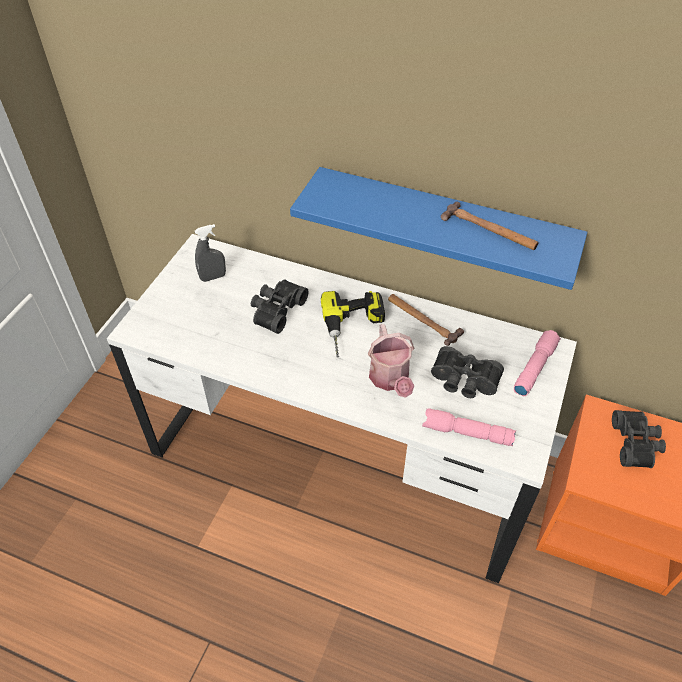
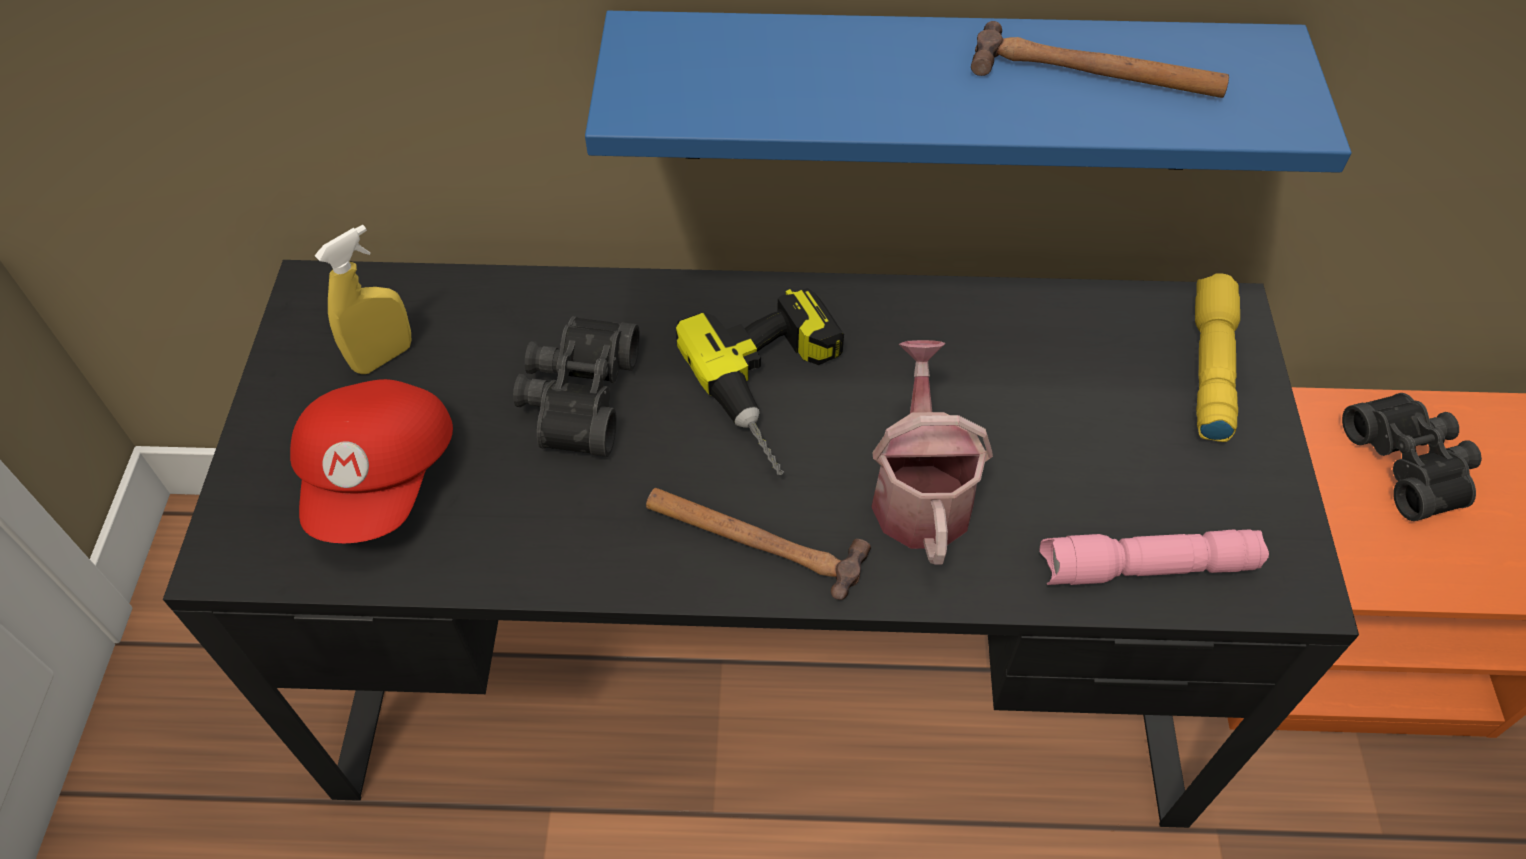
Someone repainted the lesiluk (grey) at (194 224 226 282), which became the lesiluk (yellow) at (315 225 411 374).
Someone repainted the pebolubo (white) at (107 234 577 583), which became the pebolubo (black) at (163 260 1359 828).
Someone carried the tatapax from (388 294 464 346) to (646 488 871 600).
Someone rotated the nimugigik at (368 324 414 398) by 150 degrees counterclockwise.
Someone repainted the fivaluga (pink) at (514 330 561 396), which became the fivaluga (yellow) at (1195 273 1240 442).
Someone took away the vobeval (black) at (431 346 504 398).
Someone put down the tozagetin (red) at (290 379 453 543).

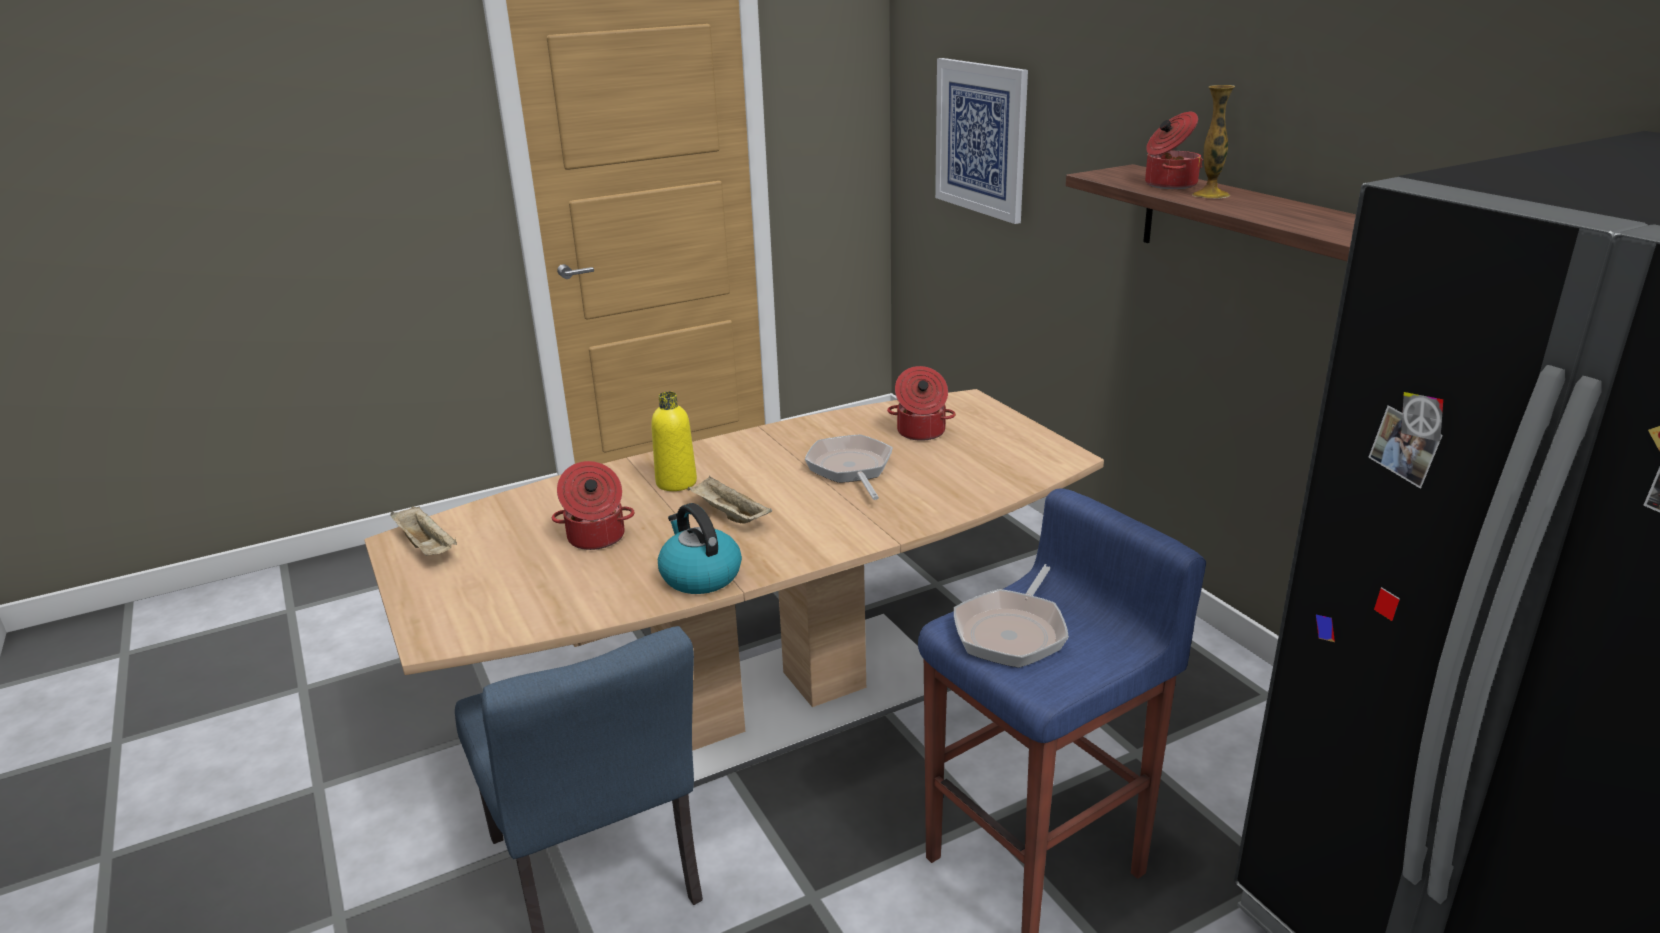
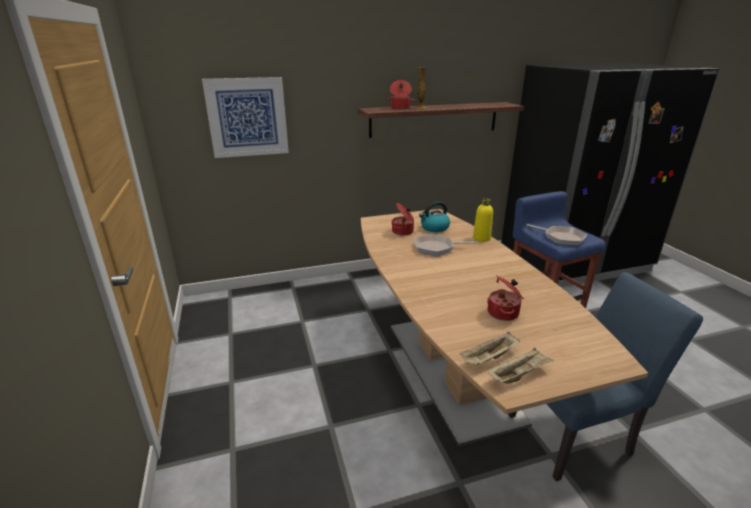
Someone carried the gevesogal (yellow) from (651 392 697 491) to (473 198 493 242).
Someone carried the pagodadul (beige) from (688 476 772 524) to (460 332 520 366).
Someone carried the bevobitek from (658 503 742 594) to (419 201 450 232).

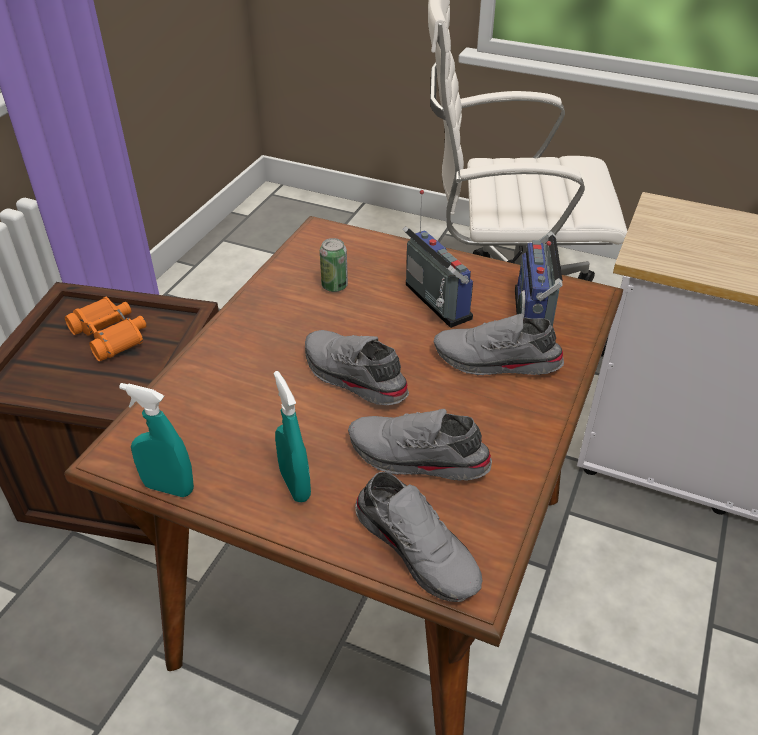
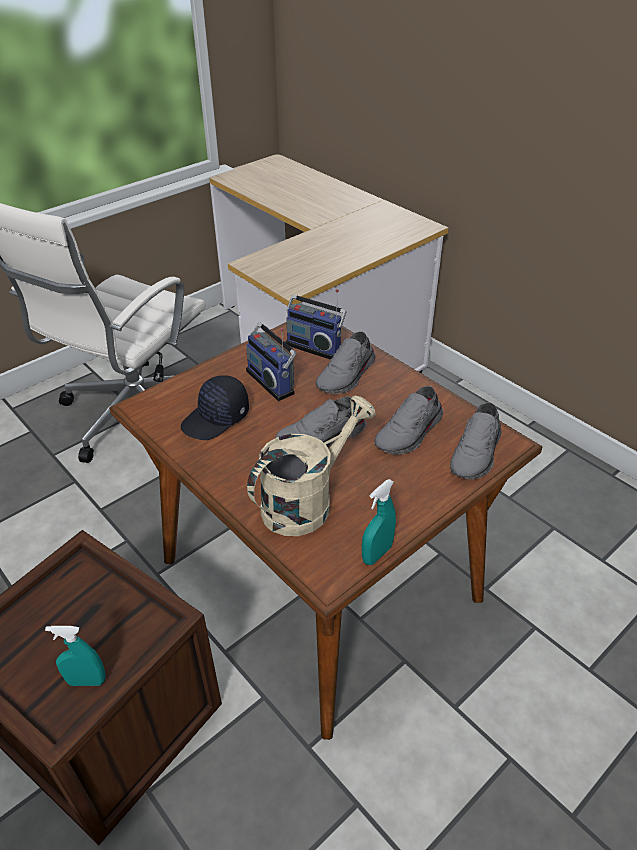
Someone rotated the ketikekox at (403 190 473 328) by 120 degrees counterclockwise.
Someone swapped the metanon at (320 238 348 292) for the tozagetin (black) at (181 375 249 440).
Someone took away the vobeval (orange) at (65 297 147 361).
Someone carried the lesiluk (turquoise) from (274 371 311 502) to (45 626 106 686).
Someone rotated the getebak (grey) at (355 472 483 602) by 135 degrees clockwise.
Someone put down the nimugigik (beige) at (247 396 376 536).

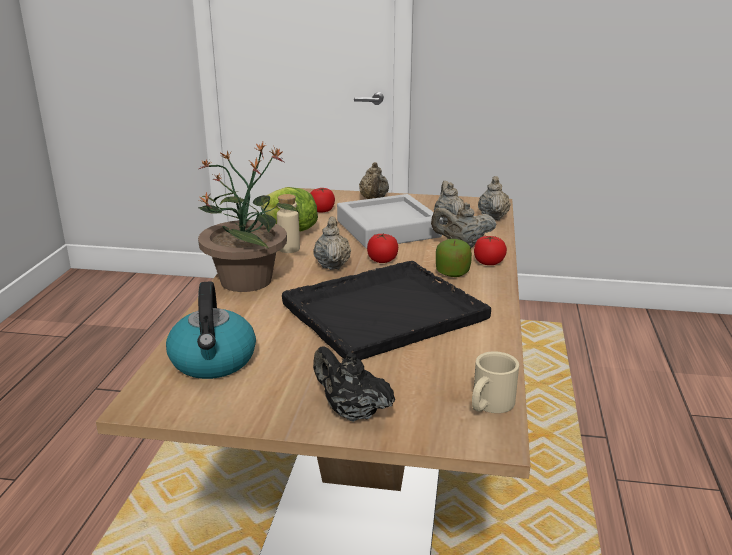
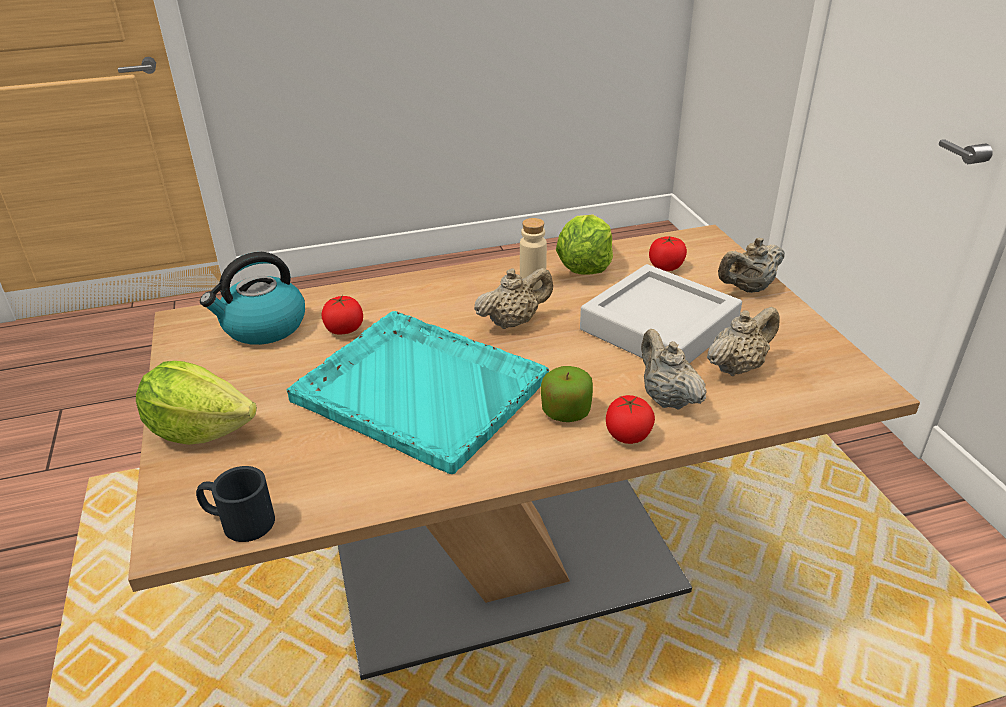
Someone took away the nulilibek at (198 142 299 292).
Someone took away the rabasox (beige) at (478 176 511 220).
Someone carried the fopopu from (367 233 398 263) to (322 295 363 335).
Someone repainted the pagodadul (black) at (282 261 491 361), which became the pagodadul (turquoise) at (287 311 549 474).
Someone swapped the rabasox (black) at (313 347 395 422) for the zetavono at (136 361 257 445).
Someone repainted the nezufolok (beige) at (472 351 519 413), which became the nezufolok (black) at (196 466 275 542).

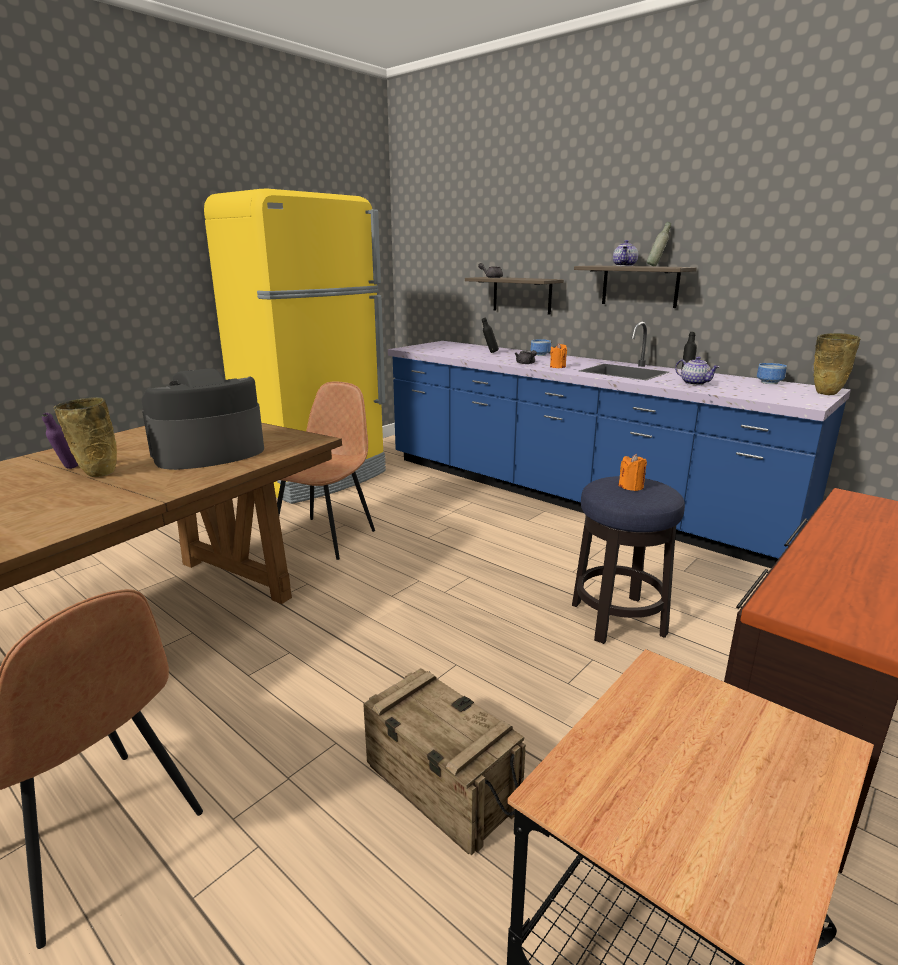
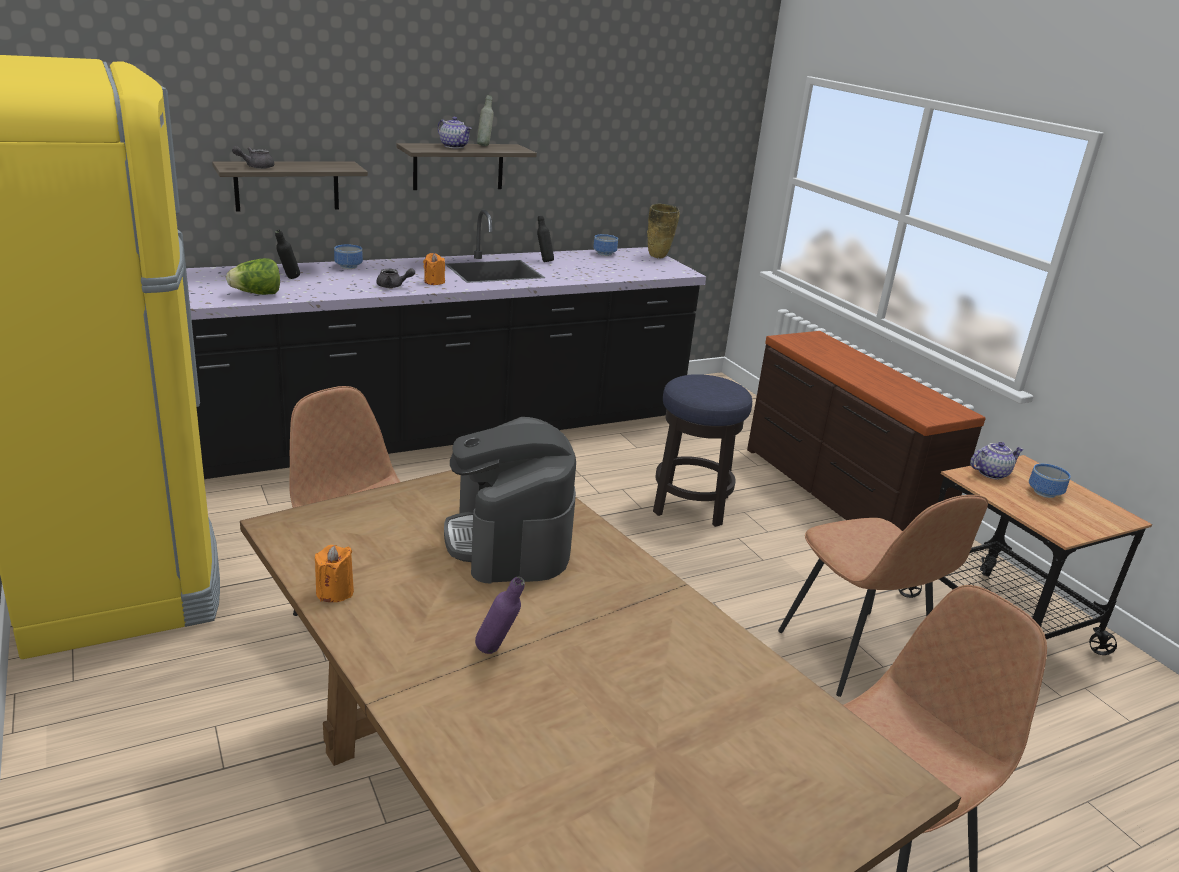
Someone repainted the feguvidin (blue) at (388 322 851 568), which became the feguvidin (black) at (186 210 706 479).
Someone carried the rabasox from (675 357 719 385) to (970 442 1024 479).
Someone took away the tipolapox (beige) at (54 397 117 477).
Someone carried the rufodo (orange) from (618 454 647 491) to (315 545 354 602).
Someone swapped the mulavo at (363 668 526 855) for the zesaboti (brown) at (778 495 988 697).
Someone put down the zetavono at (226 258 280 295).
Someone put down the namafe at (1029 464 1071 498).

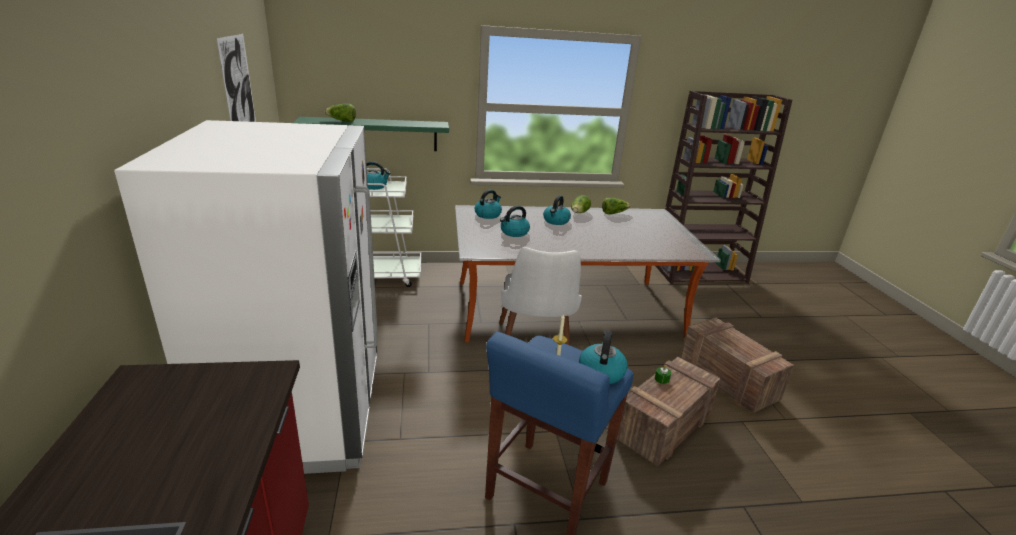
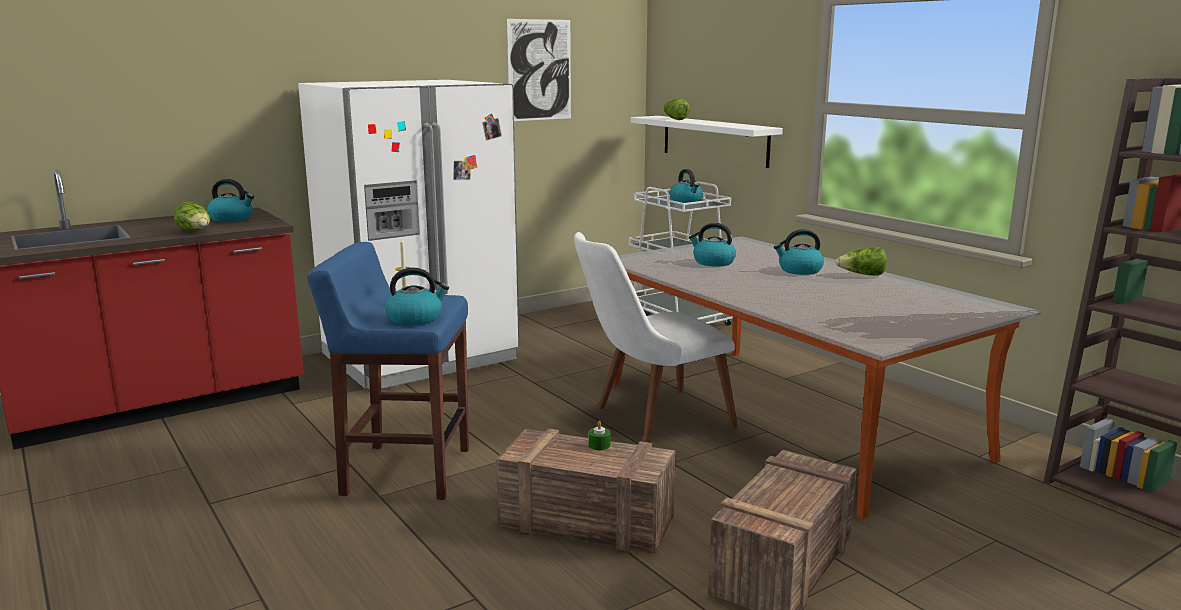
Someone repainted the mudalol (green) at (293 117 449 151), which became the mudalol (white) at (631 116 783 168).
Someone carried the bevobitek from (475 190 502 219) to (207 179 254 222).
Someone carried the zetavono from (602 198 631 214) to (174 202 210 231).

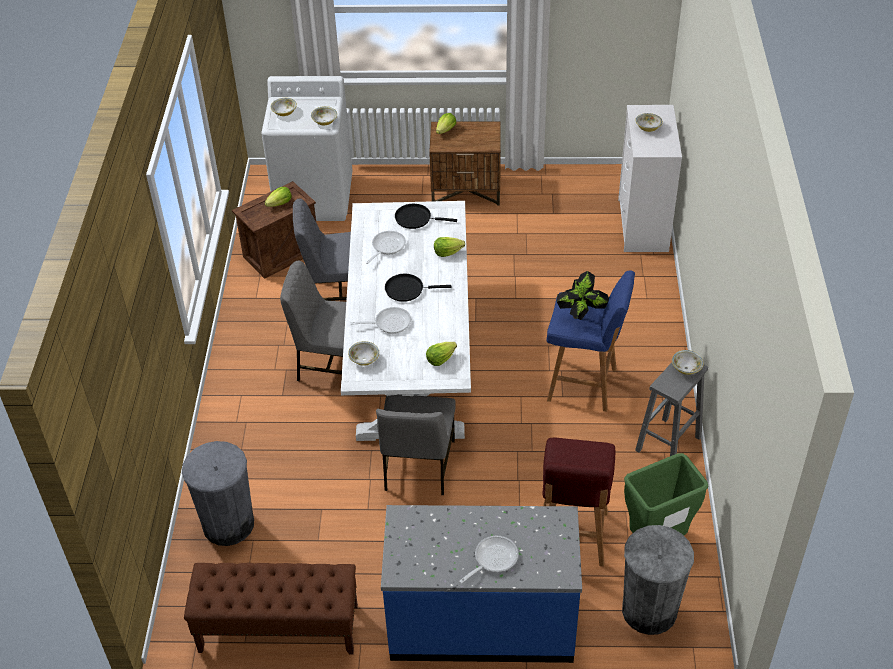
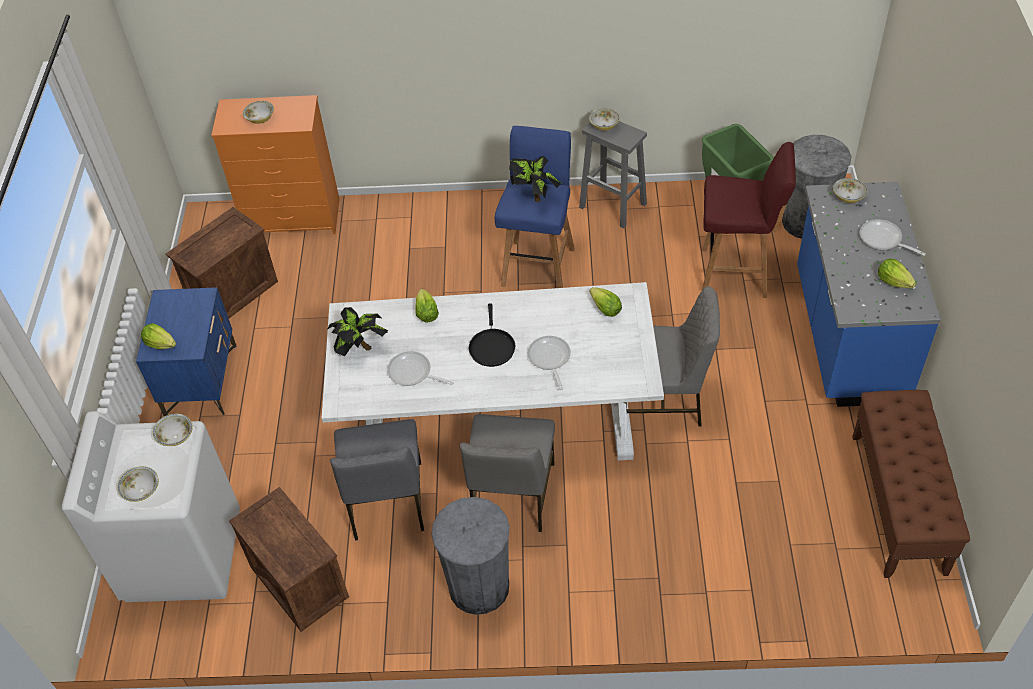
Someone repainted the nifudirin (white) at (618 105 682 252), which became the nifudirin (orange) at (211 95 339 234).
Someone repainted the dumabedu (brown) at (429 121 501 206), which became the dumabedu (blue) at (136 287 236 416).
Someone carried the zetavono from (265 187 292 207) to (878 259 916 288).
Someone swapped the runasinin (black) at (395 204 457 229) for the nulilibek at (327 307 388 356).
Someone carried the namafe from (348 341 379 366) to (833 178 868 203).
Someone carried the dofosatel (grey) from (182 441 254 546) to (431 497 510 615).
Someone put down the mulavo at (166 207 278 318).

